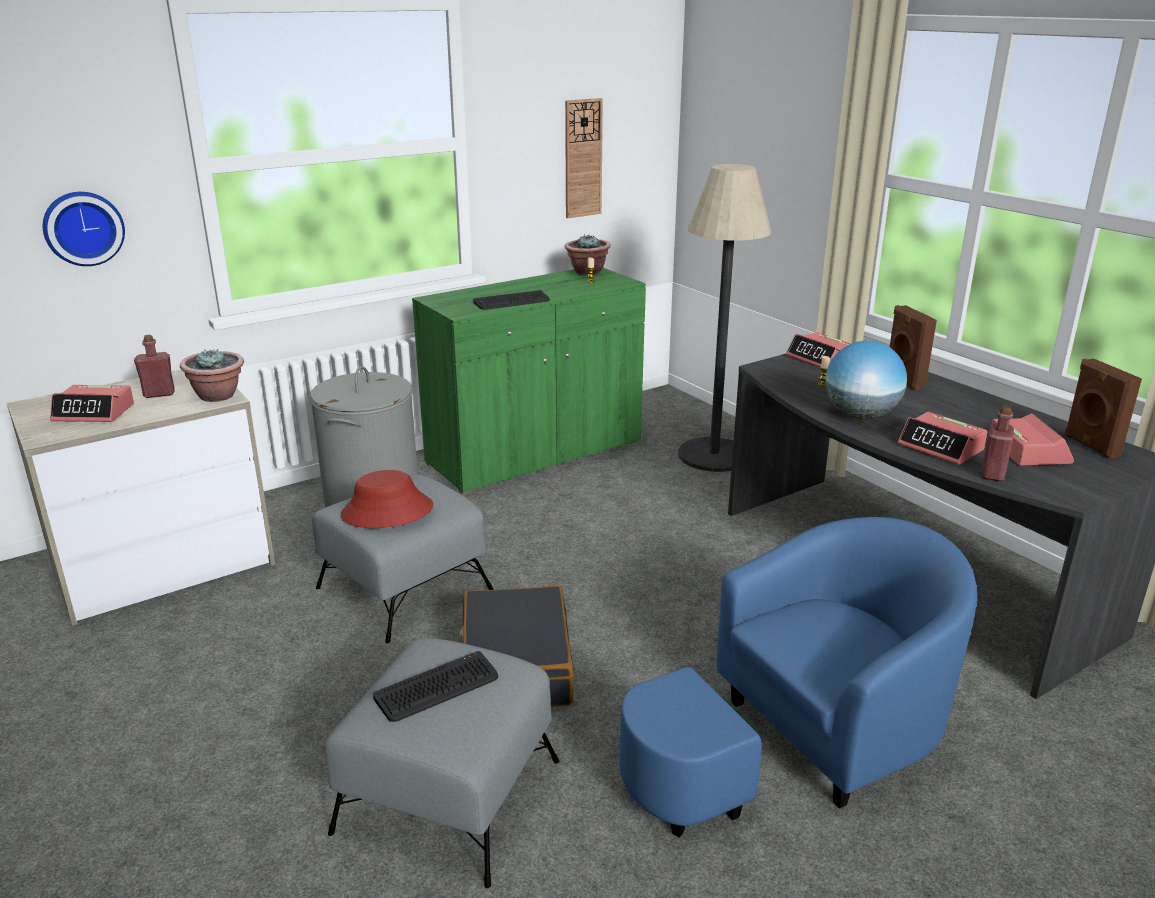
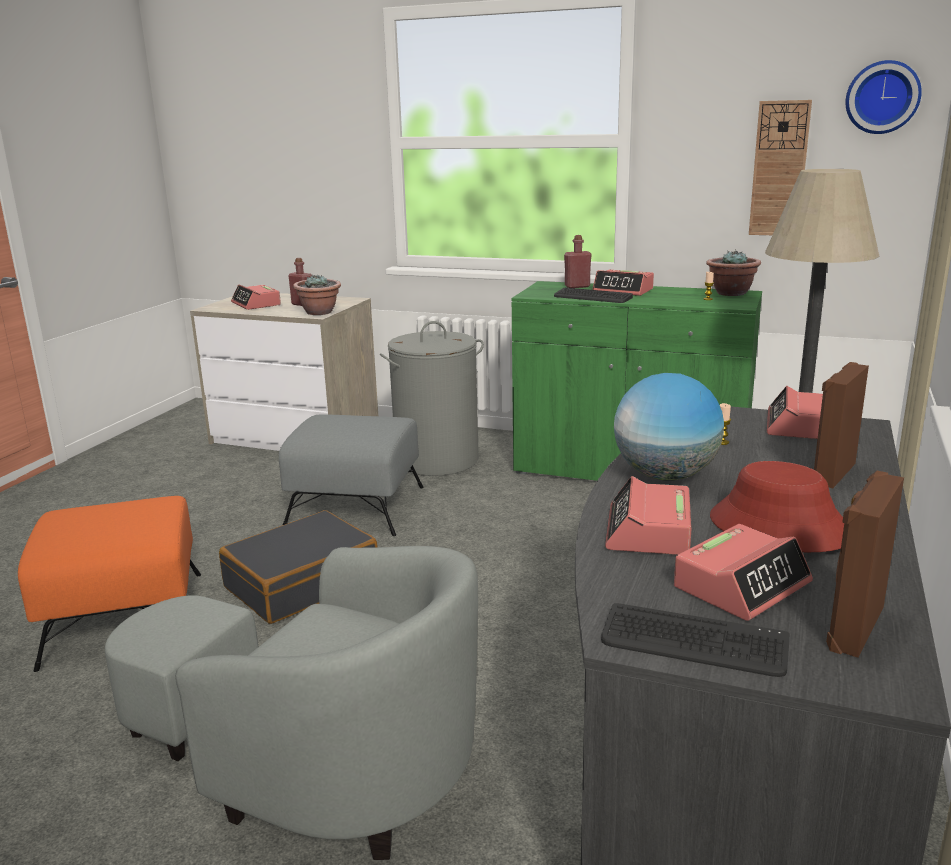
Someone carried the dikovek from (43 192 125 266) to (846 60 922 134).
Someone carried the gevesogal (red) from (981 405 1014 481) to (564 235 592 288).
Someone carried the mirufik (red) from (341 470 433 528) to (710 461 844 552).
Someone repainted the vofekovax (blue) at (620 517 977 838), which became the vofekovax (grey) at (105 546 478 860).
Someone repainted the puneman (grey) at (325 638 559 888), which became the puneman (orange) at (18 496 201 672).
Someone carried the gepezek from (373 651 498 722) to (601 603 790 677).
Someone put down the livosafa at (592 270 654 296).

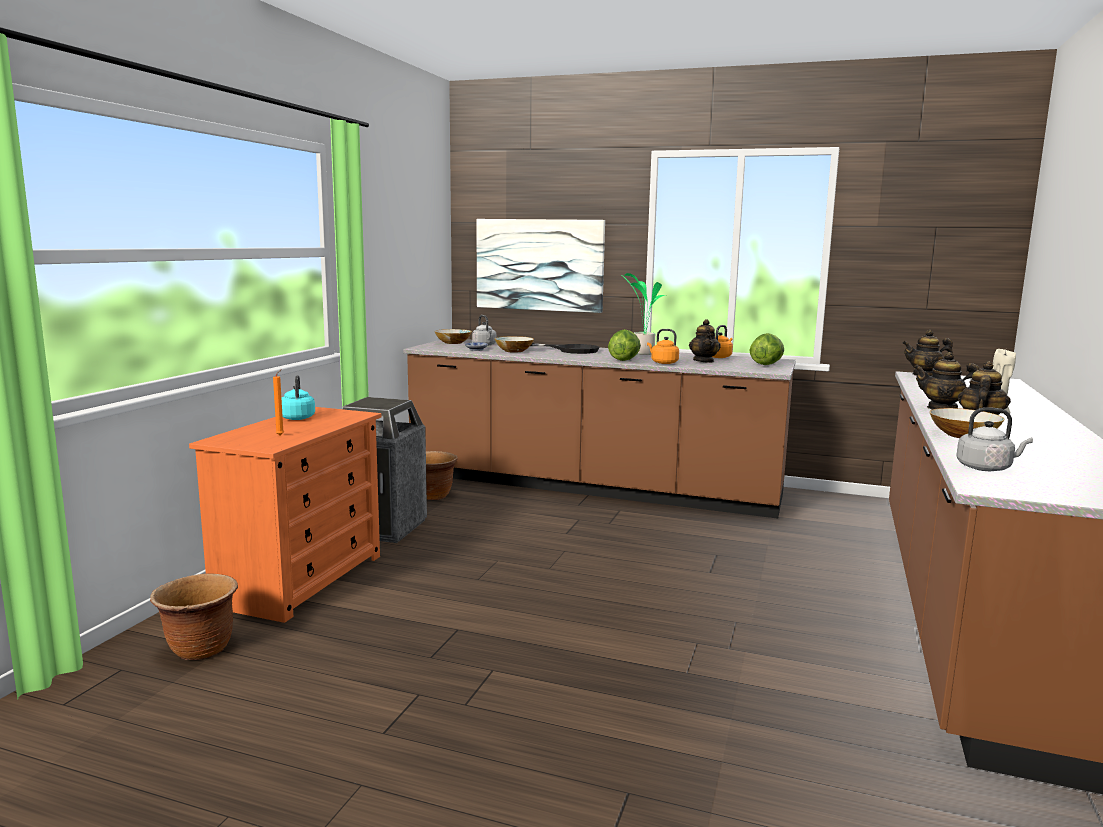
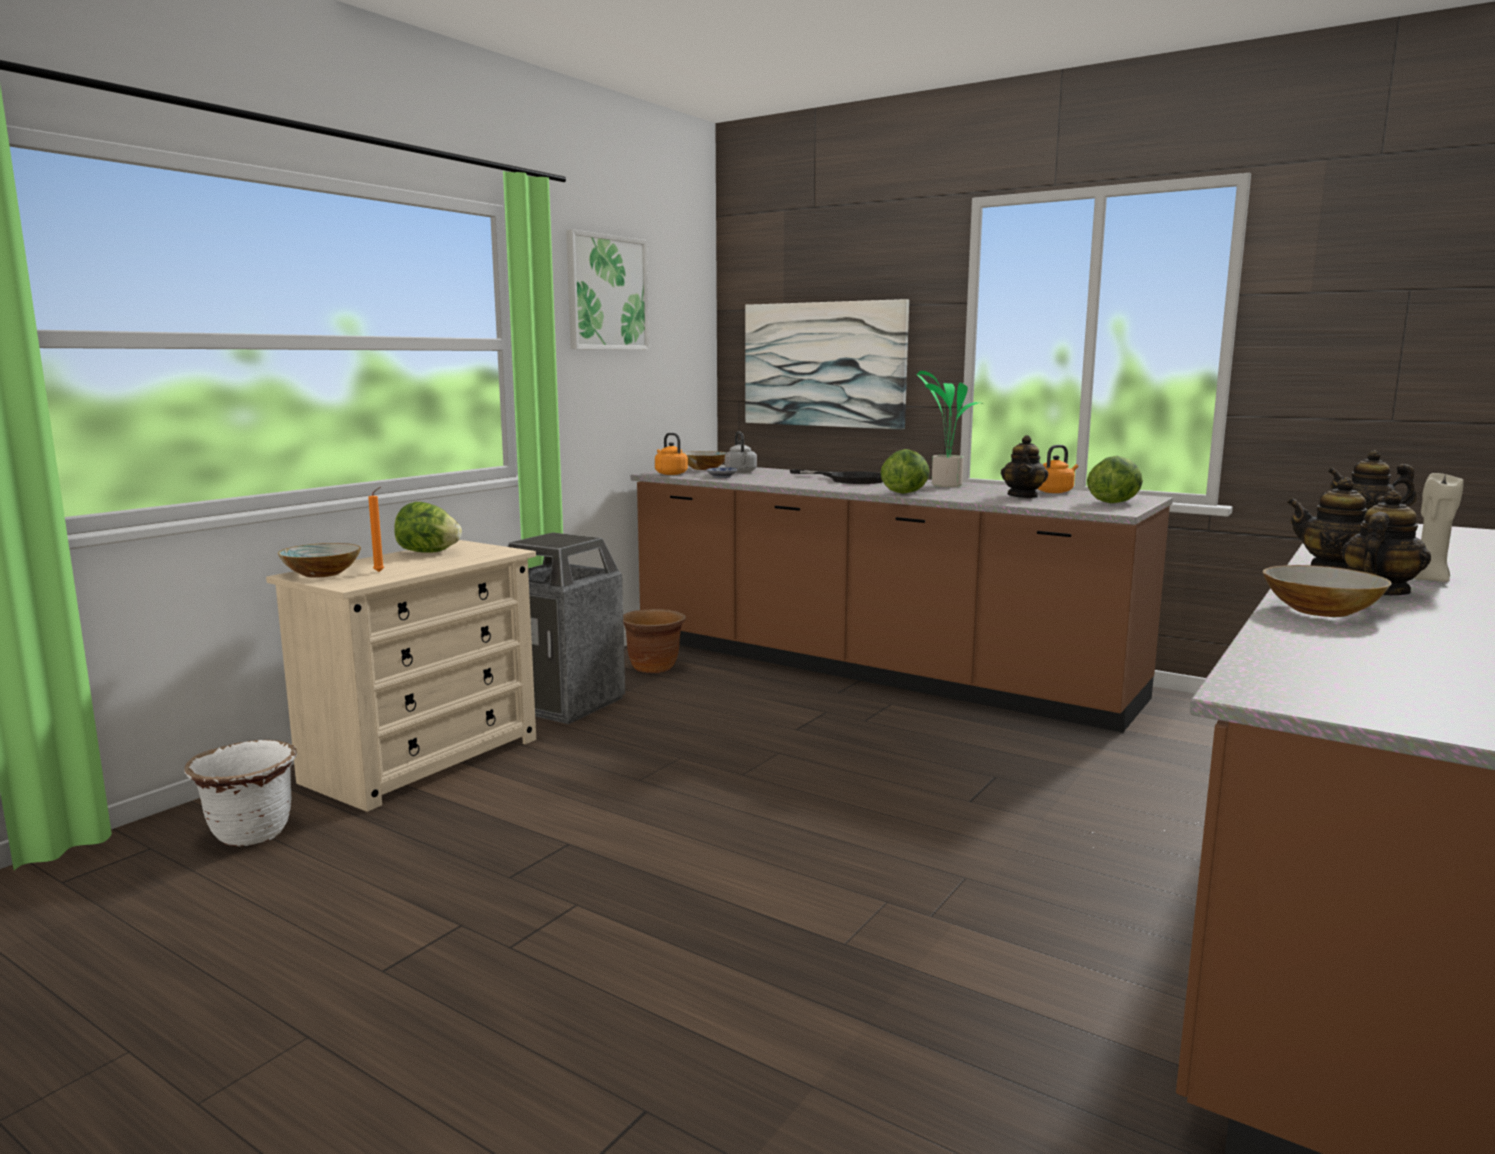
Someone carried the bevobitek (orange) from (647 329 679 364) to (655 433 688 475).
Someone carried the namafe from (494 336 534 353) to (278 543 361 578).
Someone swapped the bevobitek (turquoise) at (282 375 315 420) for the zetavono at (394 502 462 553).
Someone repainted the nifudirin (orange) at (189 407 381 623), which became the nifudirin (beige) at (266 540 536 812).
Someone took away the bevobitek (grey) at (956 407 1033 471).
Someone repainted the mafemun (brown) at (150 574 238 660), which became the mafemun (white) at (184 740 297 847).
Someone put up the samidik at (566 229 649 350).

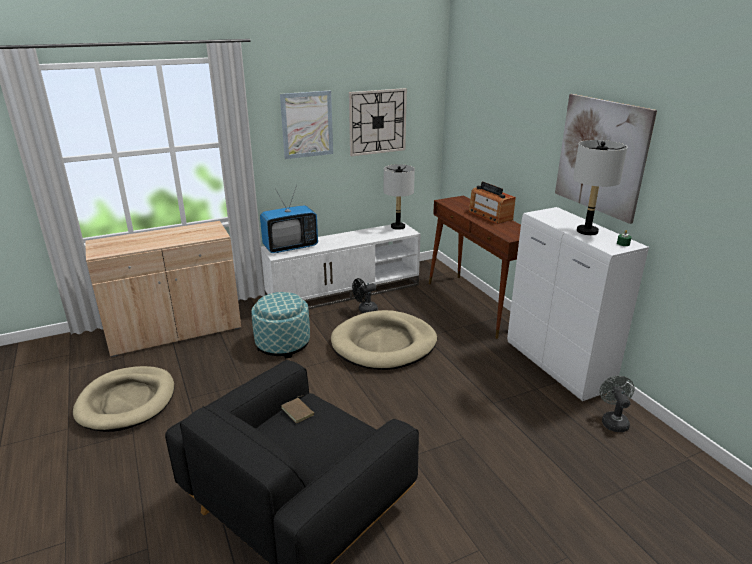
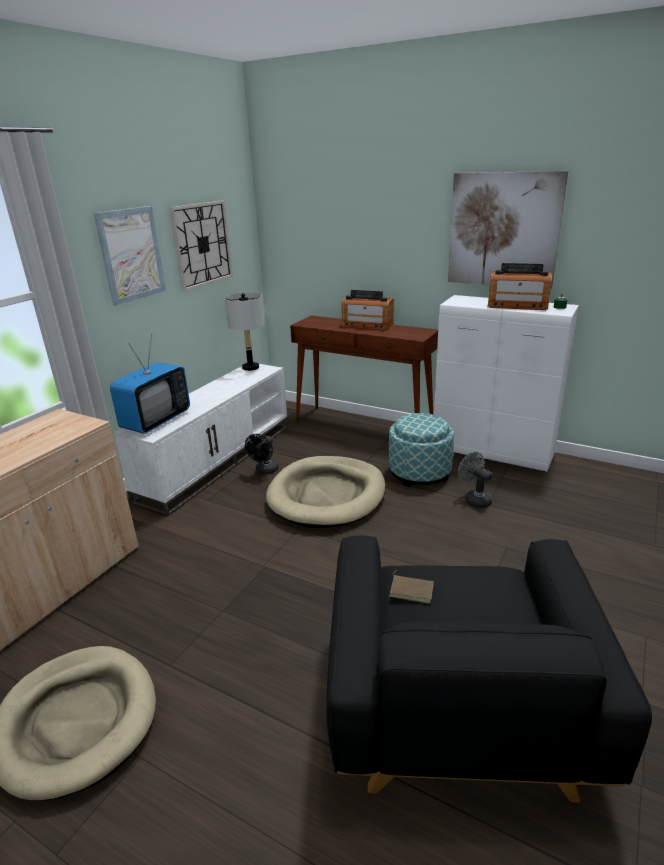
Someone swapped the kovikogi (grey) at (573 140 627 235) for the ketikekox at (488 263 552 310).
Someone carried the puneman from (251 292 310 359) to (389 413 454 487).
Someone carried the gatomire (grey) from (599 376 635 432) to (458 452 492 508).

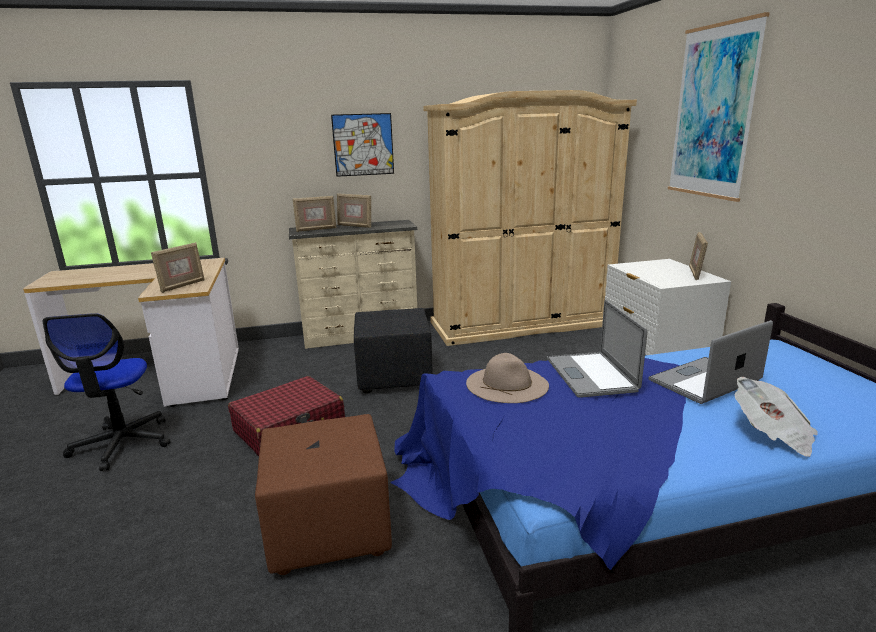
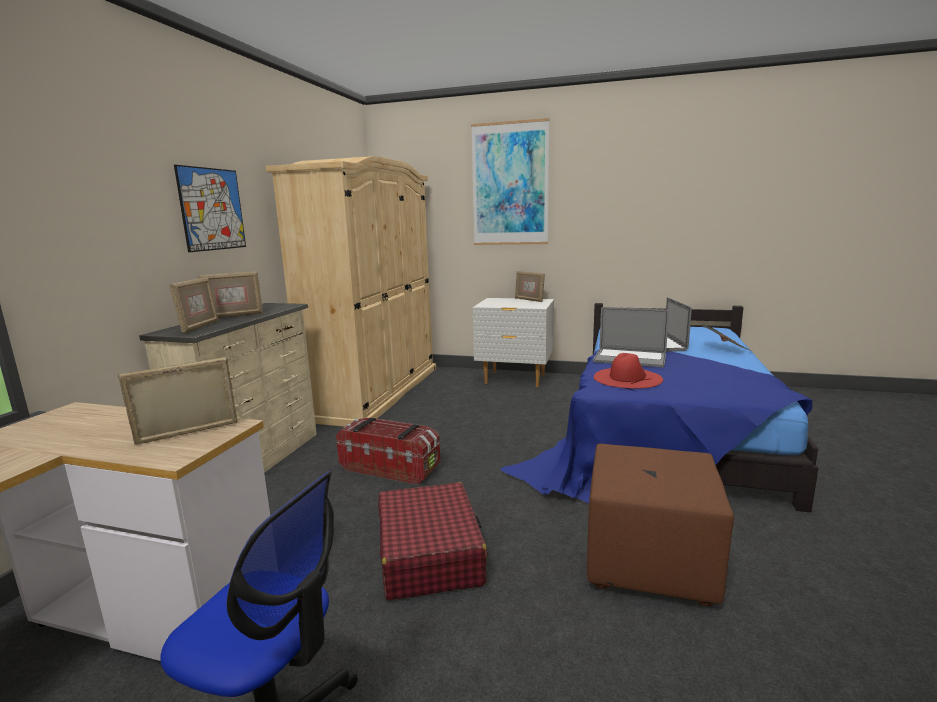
Someone rotated the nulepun at (151 242 205 293) by 90 degrees counterclockwise.
Someone swapped the puneman (black) at (354 308 433 393) for the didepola at (336 418 441 485).
Someone repainted the mirufik (beige) at (466 353 549 403), which became the mirufik (red) at (594 353 663 388).

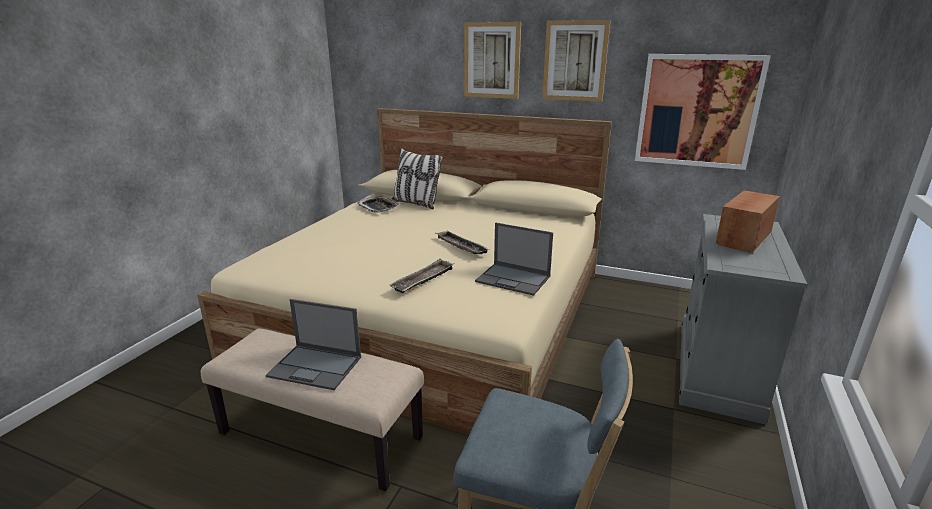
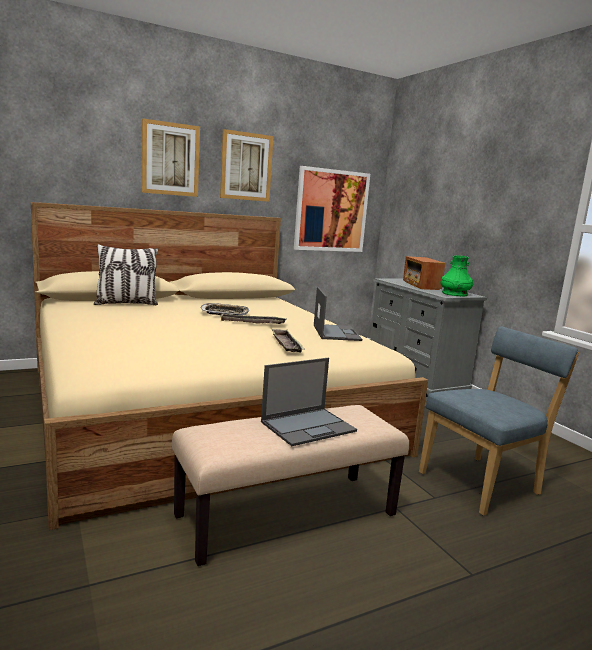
Someone carried the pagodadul from (357 196 400 213) to (200 303 249 315).
Someone rotated the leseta at (475 223 553 296) by 75 degrees counterclockwise.
Someone put down the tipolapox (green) at (440 256 473 297).

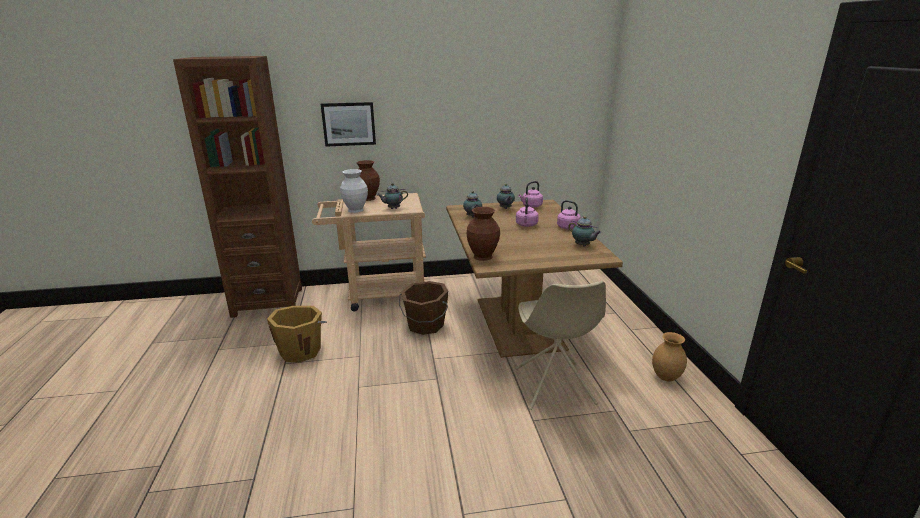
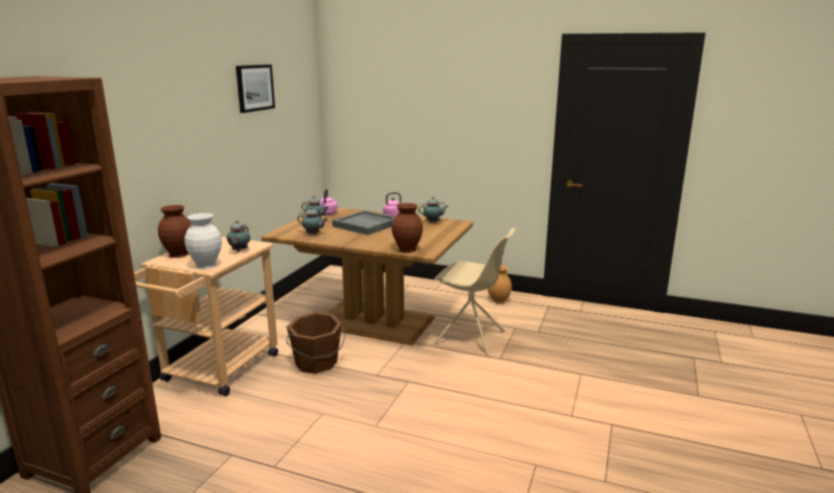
Someone carried the samidik from (321 102 376 147) to (236 65 275 113).
Someone swapped the bevobitek (pink) at (516 197 539 227) for the pagodadul (grey) at (332 210 395 235).
Someone took away the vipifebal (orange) at (267 306 327 363).

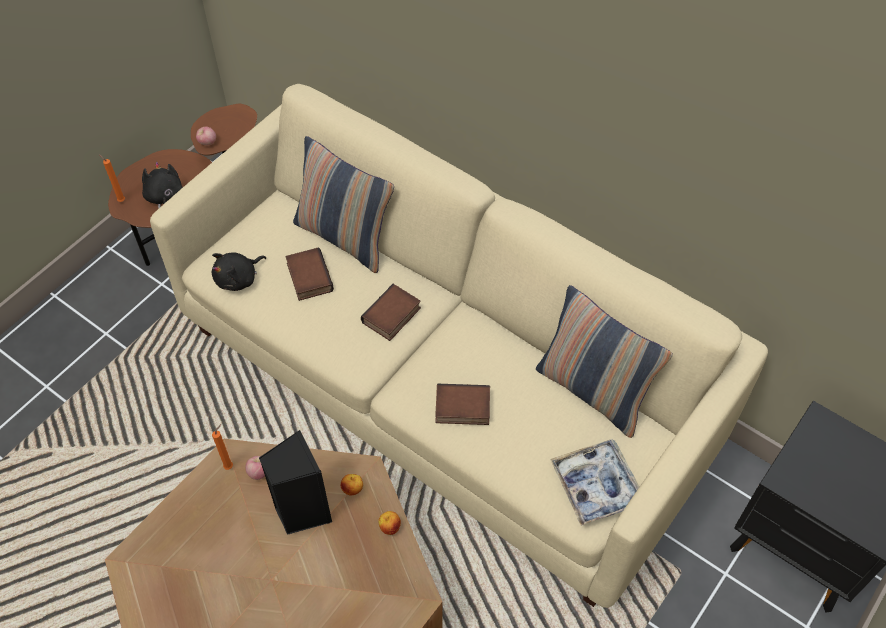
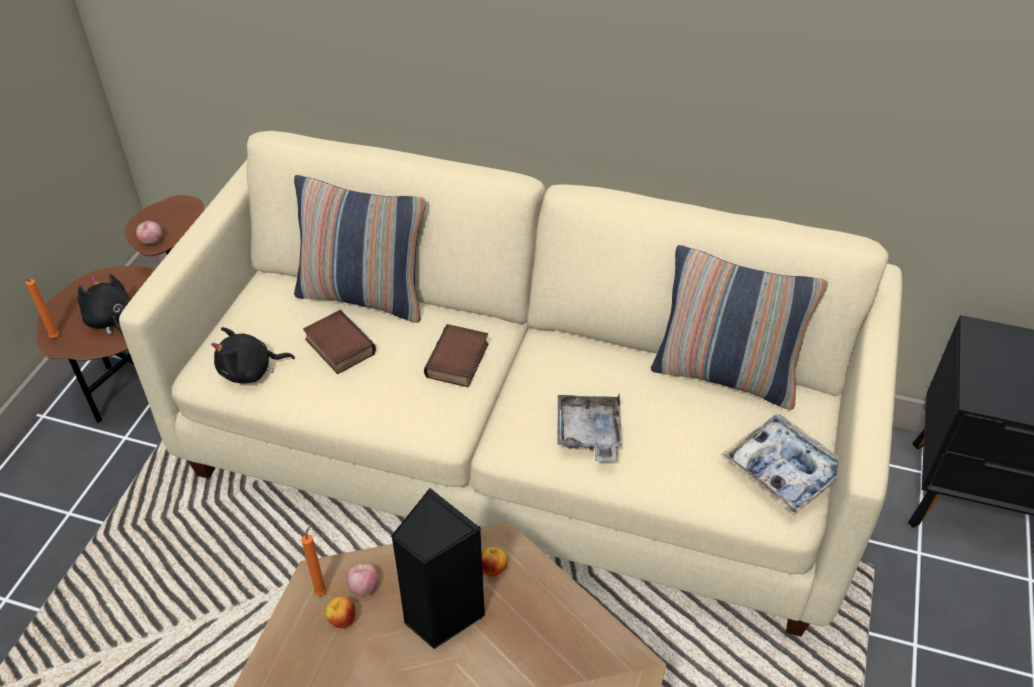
Someone rotated the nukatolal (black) at (212 252 266 291) by 45 degrees clockwise.
Someone swapped the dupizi at (435 384 490 425) for the pagodadul (grey) at (557 393 622 462).
Someone carried the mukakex from (378 511 401 535) to (325 596 356 628).

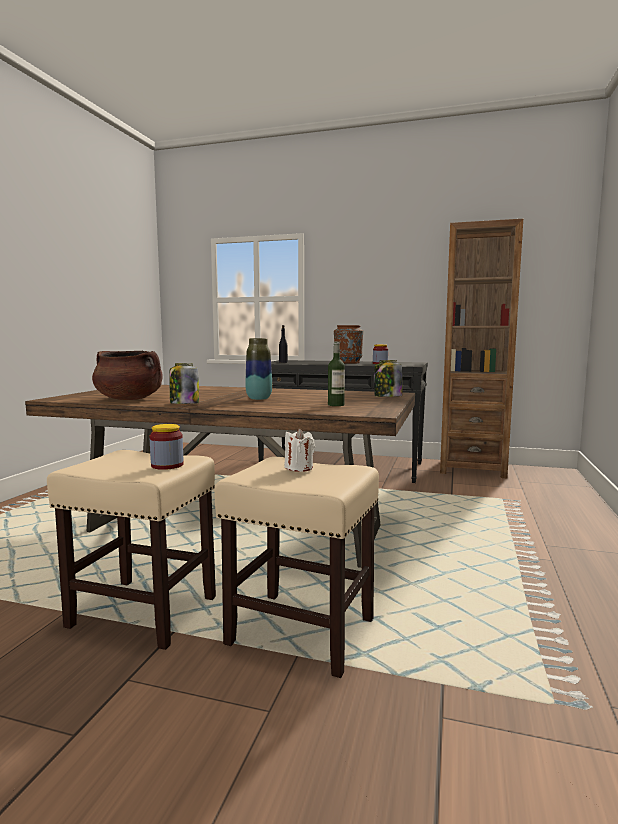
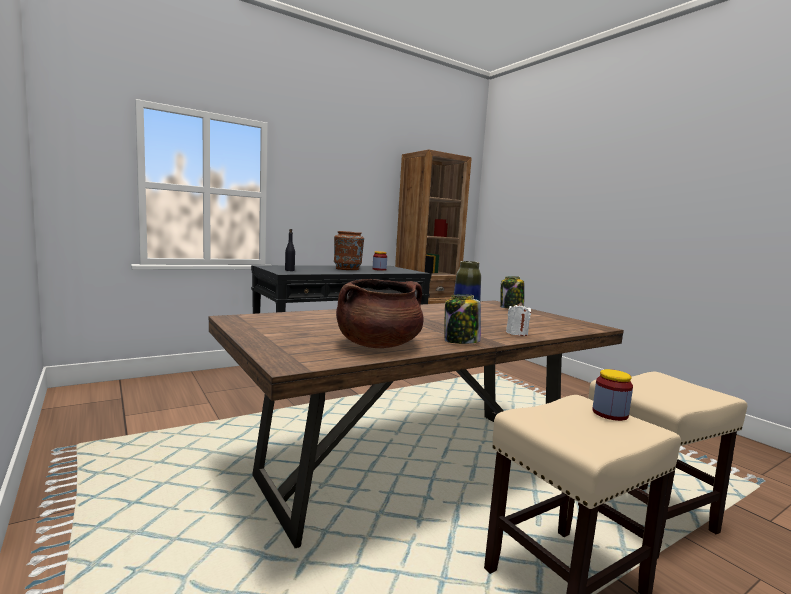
Someone took away the gevesogal at (328 341 345 406).
Someone carried the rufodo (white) from (285 428 315 472) to (506 302 531 336).

